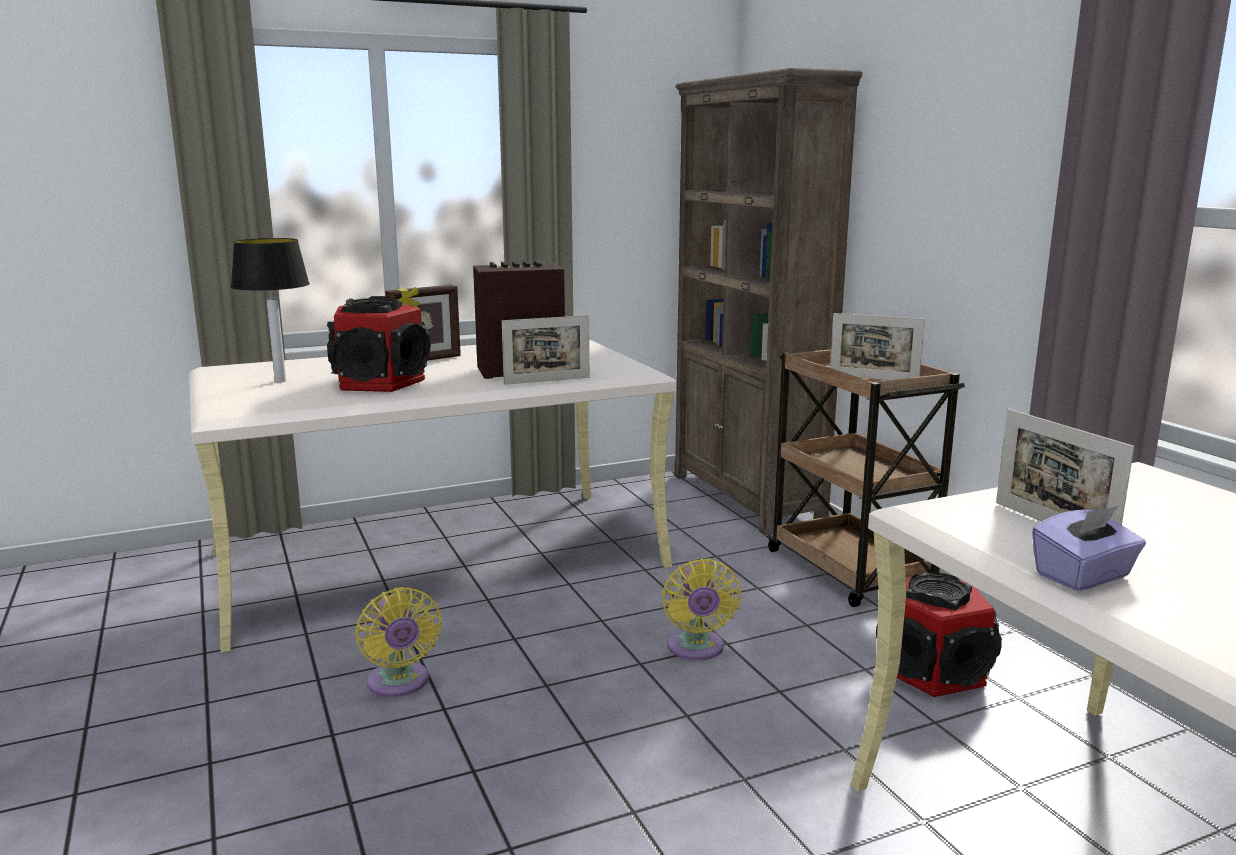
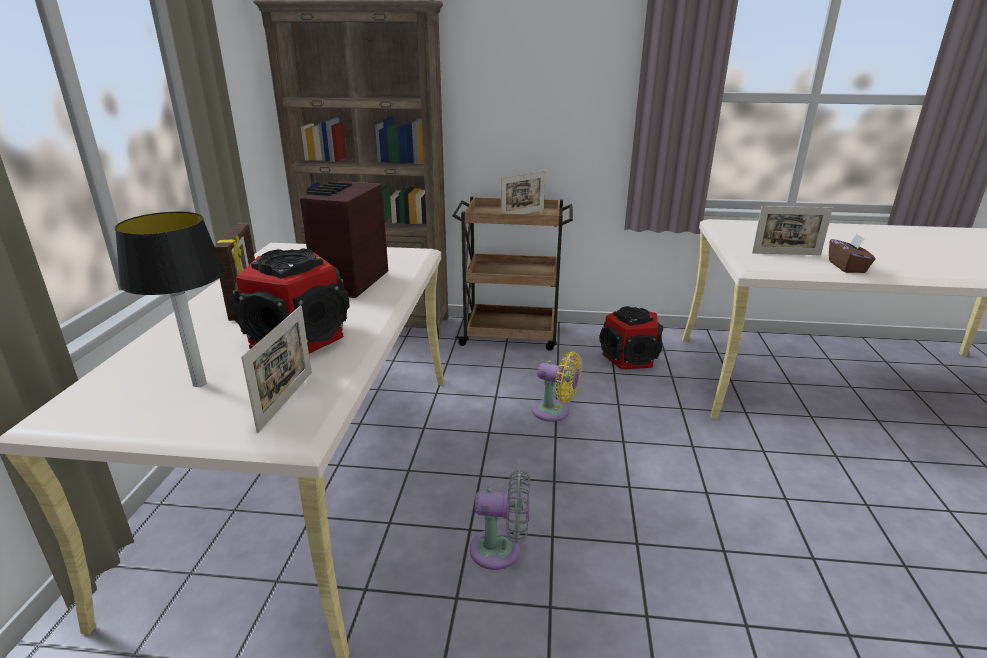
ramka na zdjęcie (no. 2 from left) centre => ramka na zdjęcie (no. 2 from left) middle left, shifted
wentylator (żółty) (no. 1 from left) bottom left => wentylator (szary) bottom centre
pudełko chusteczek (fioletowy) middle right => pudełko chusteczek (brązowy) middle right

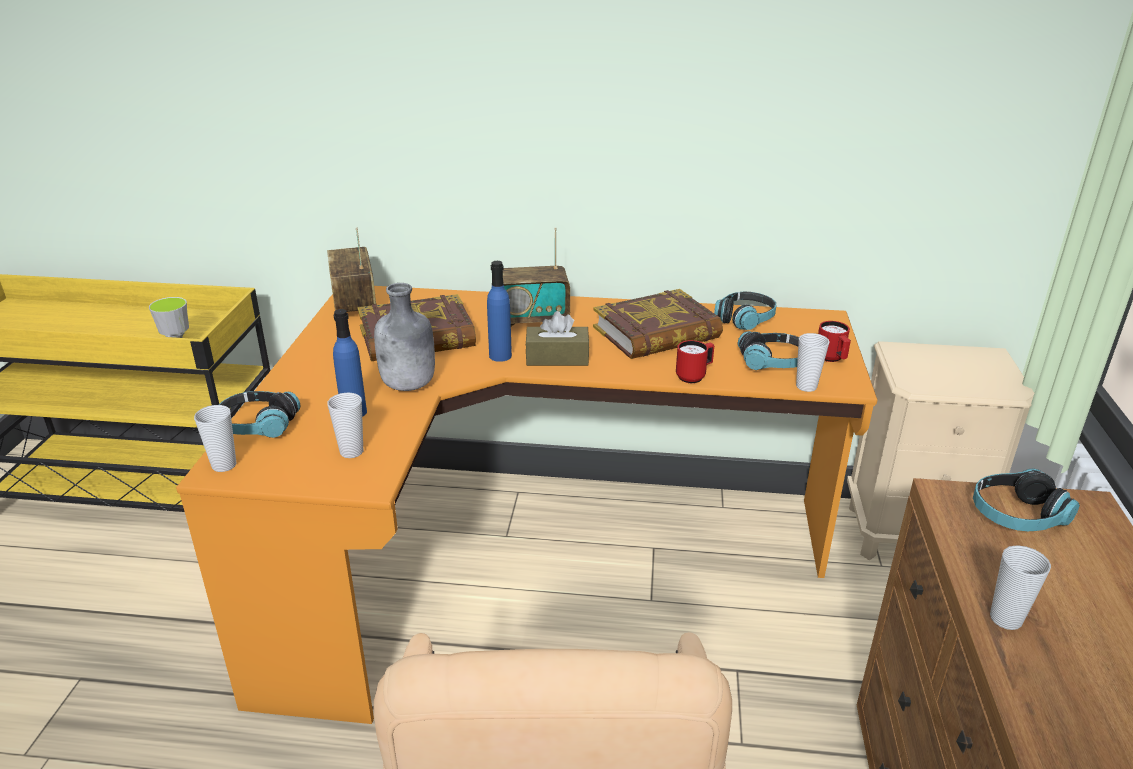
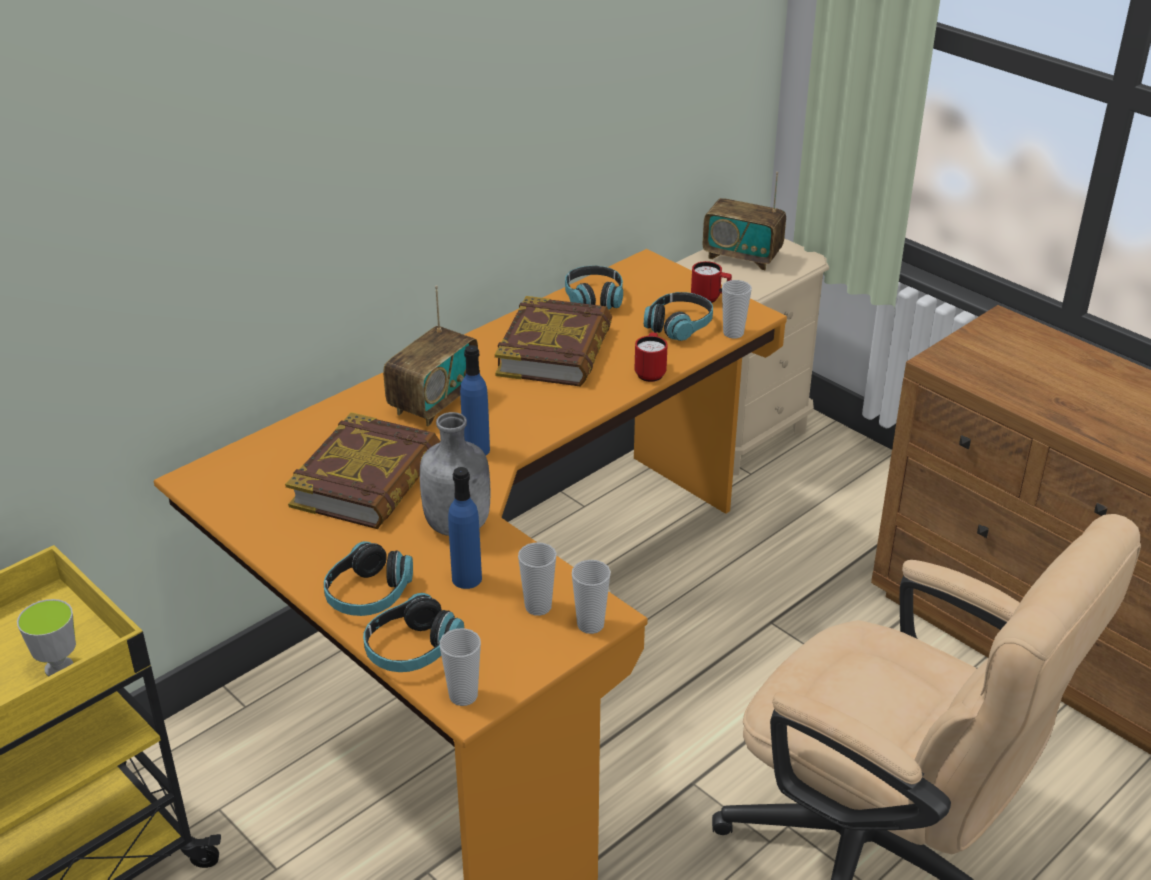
pudełko chusteczek (brązowy) centre => nothing
radio (no. 1 from left in the first image) middle left => radio (no. 2 from left) top centre, shifted
słuchawki (no. 4 from left in the first image) middle right => słuchawki (no. 1 from left) middle left, shifted
filiżanka (no. 5 from left in the first image) bottom right => filiżanka (no. 4 from left) bottom centre, shifted

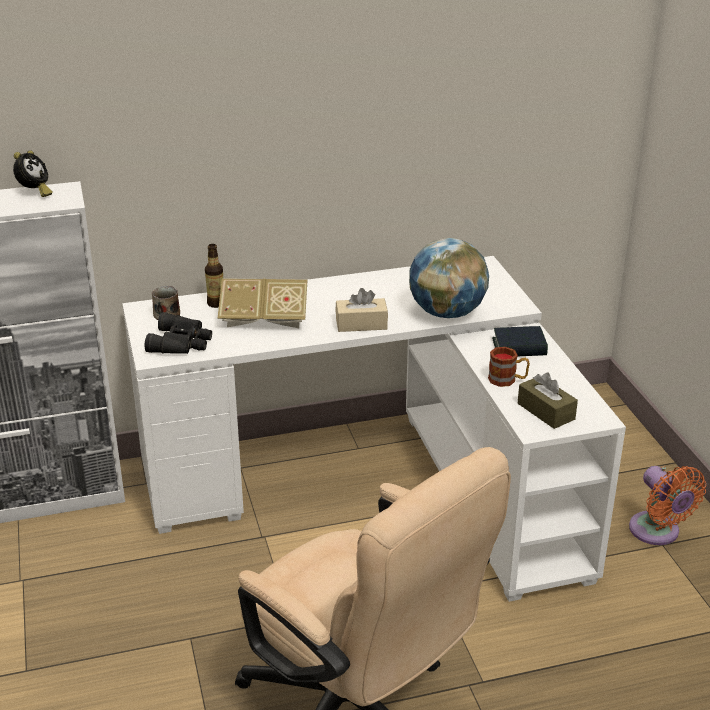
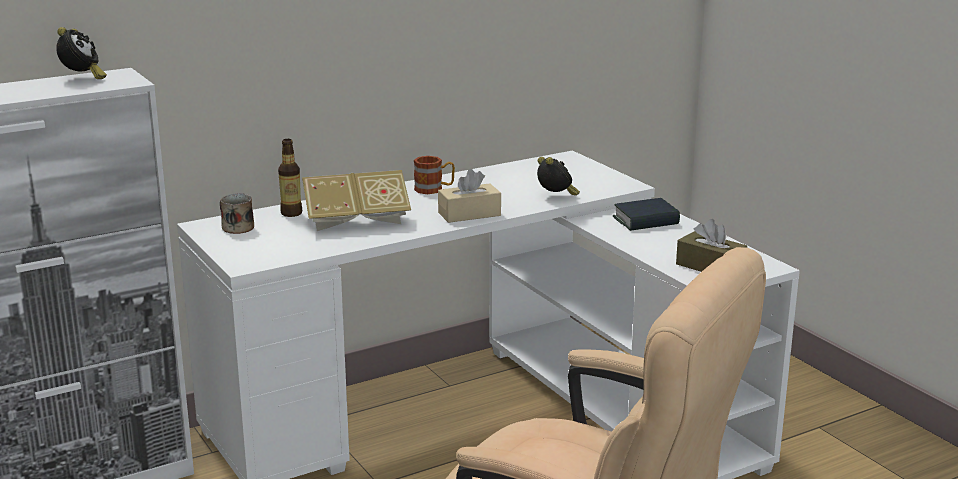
lornetka (czarny) middle left => nothing
wentylator (pomarańczowy) bottom right => nothing
kubek (no. 2 from left) middle right => kubek (no. 2 from left) centre, shifted
globus centre => budzik (no. 2 from left) centre

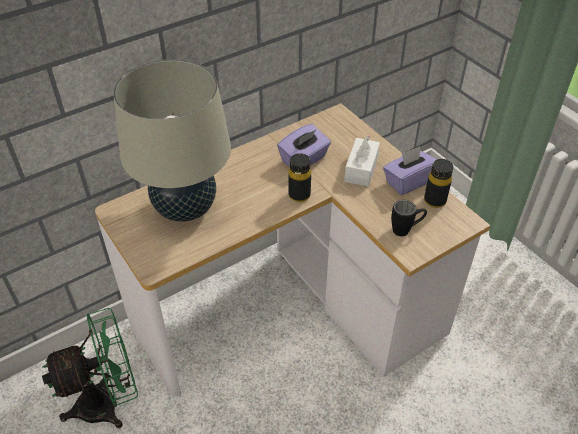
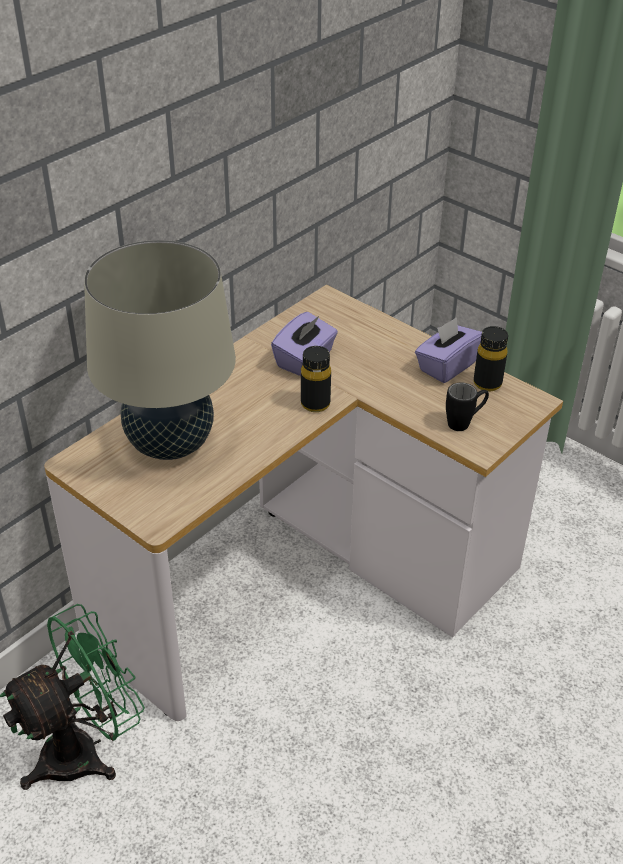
pudełko chusteczek (biały) centre => nothing

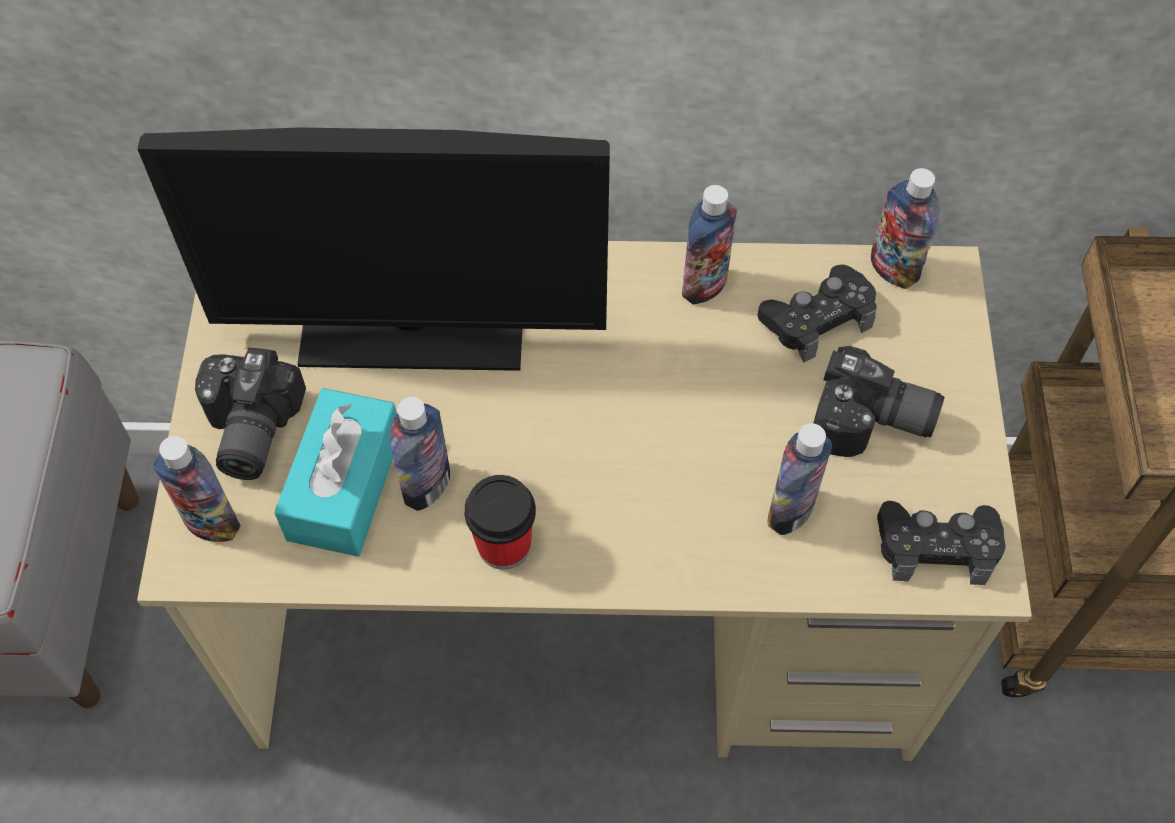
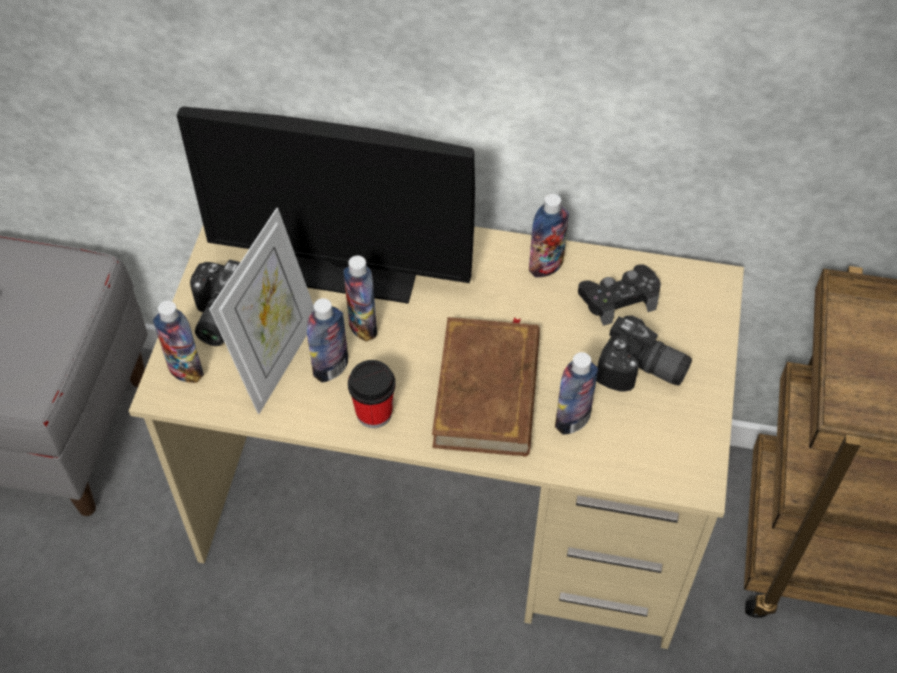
pad do gier (czarny) (no. 2 from left) middle right => nothing
nothing => książka (brązowy) centre
butelka (no. 5 from left in the first image) top right => butelka (no. 3 from left) centre, shifted
pudełko chusteczek (turkusowy) middle left => ramka na zdjęcie middle left

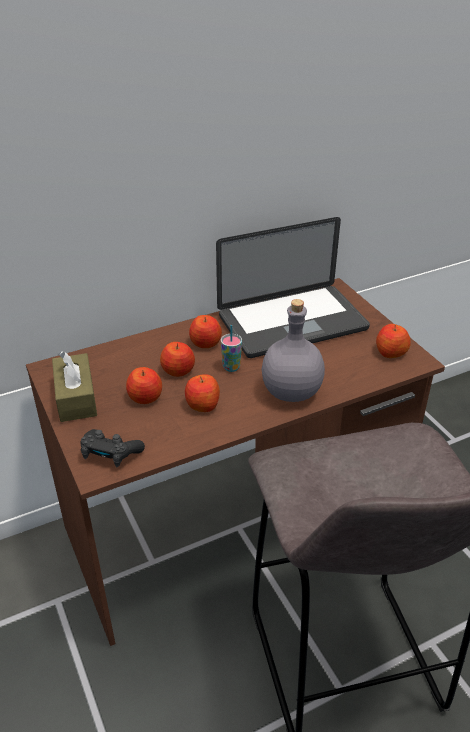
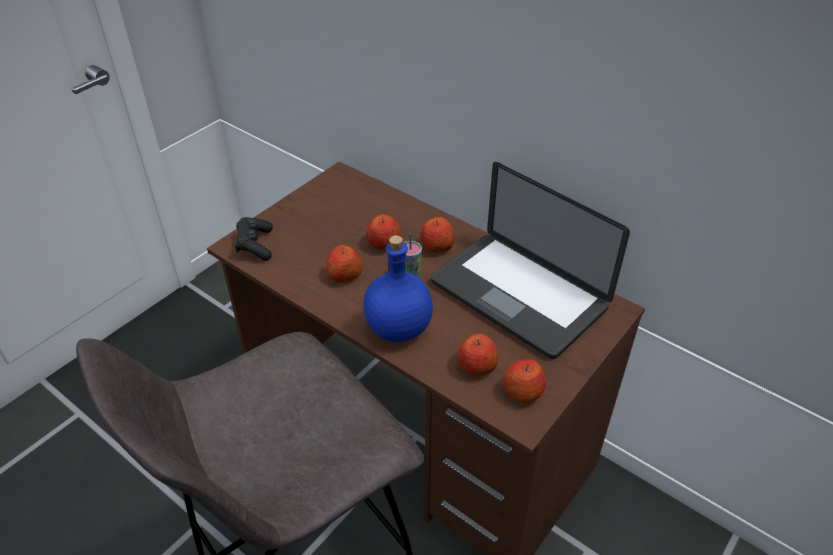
pudełko chusteczek (brązowy) middle left => nothing
jabłko (no. 1 from left in the first image) middle left => jabłko (no. 4 from left) centre, shifted
butelka (szary) centre => butelka (niebieski) centre

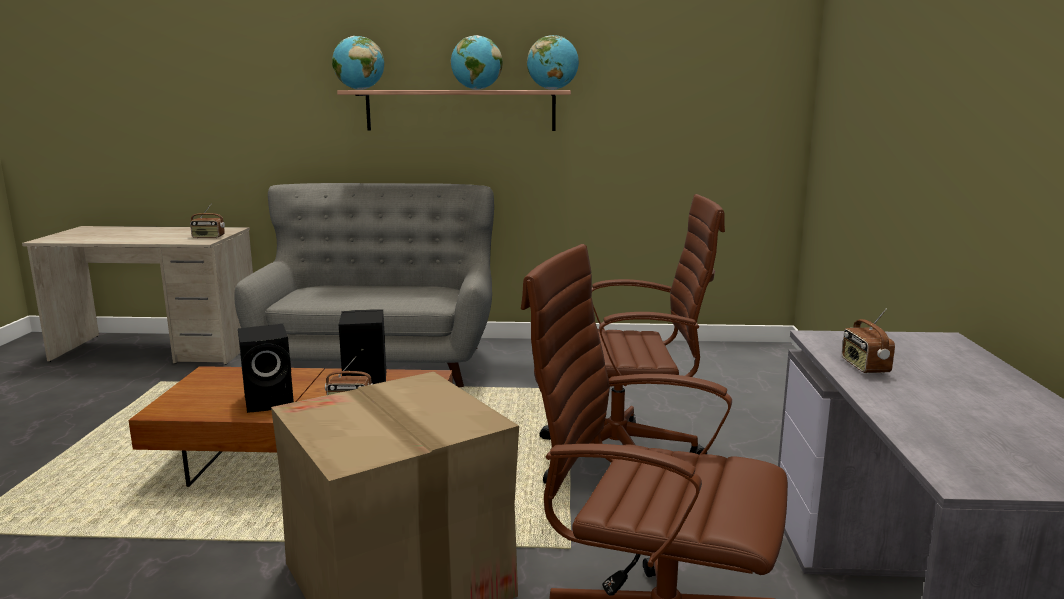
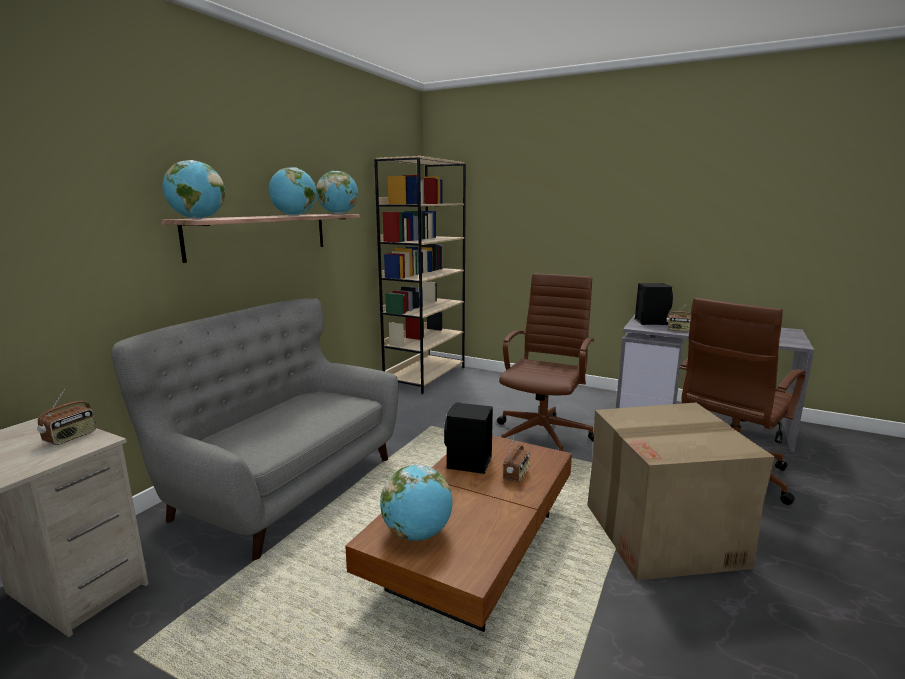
nothing => regał (beżowy) centre
nothing => globus (no. 4 from left) bottom centre
głośnik (czarny) (no. 1 from left in the first image) middle left => głośnik (czarny) (no. 2 from left) middle right, shifted

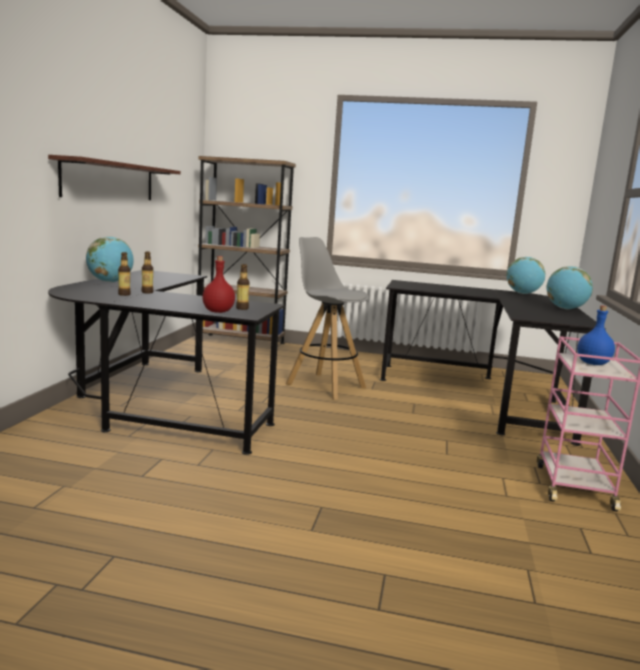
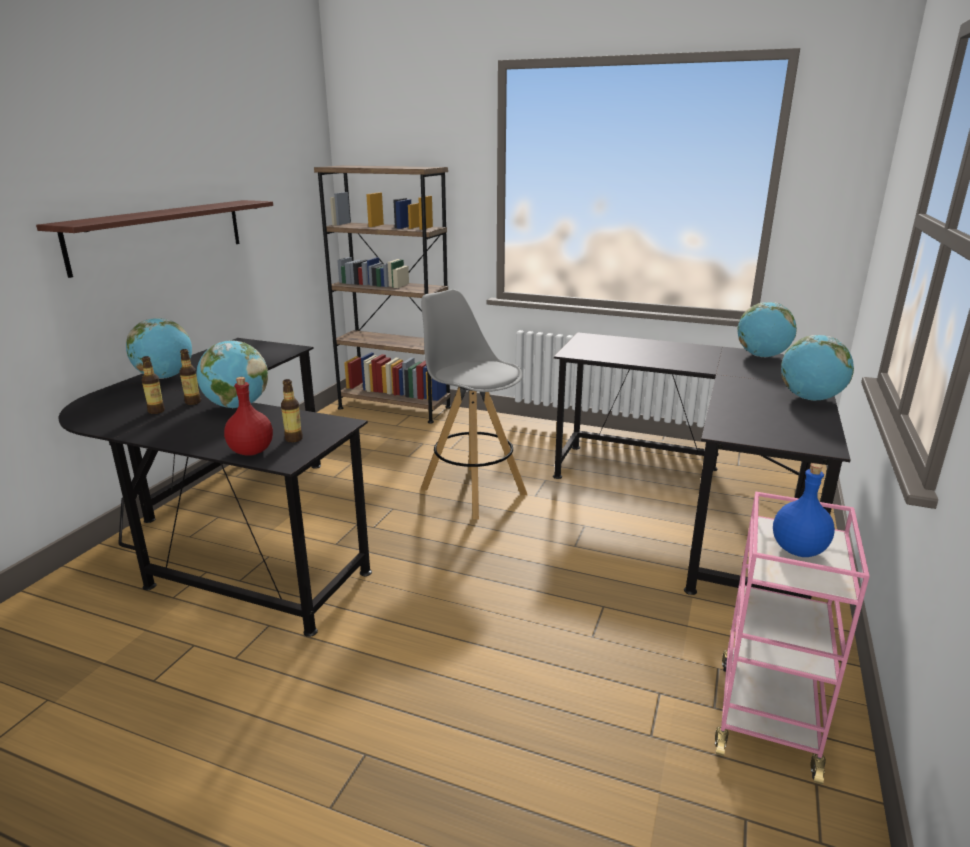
nothing => globus (no. 2 from left) middle left

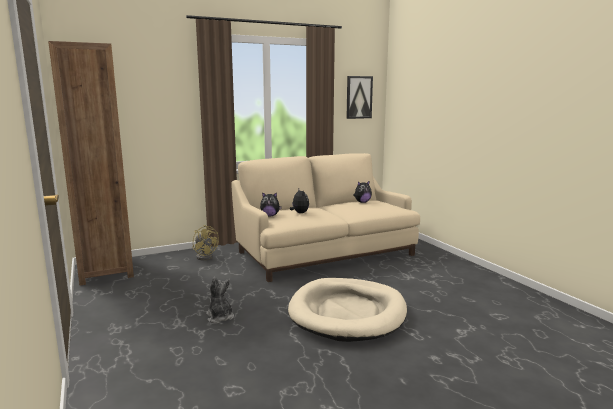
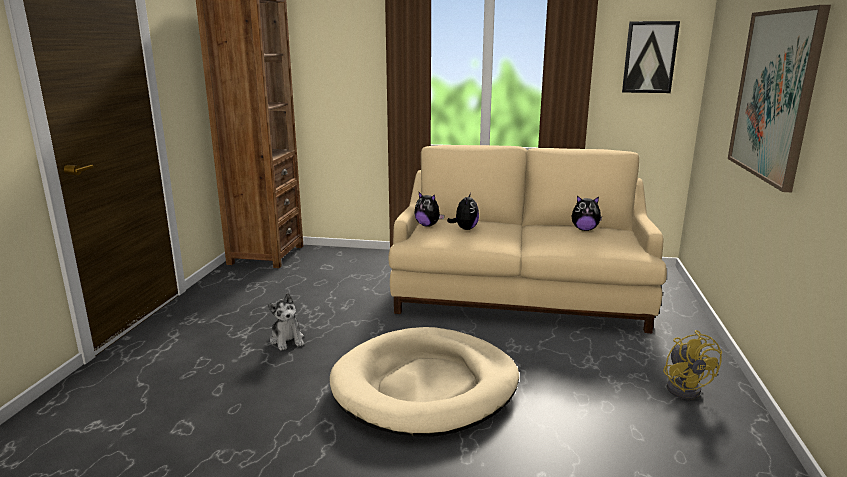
nothing => obraz (no. 2 from left) top right
wentylator (żółty) centre => wentylator (żółty) bottom right, shifted
pluszak (no. 1 from left) bottom centre, 150 degrees clockwise

